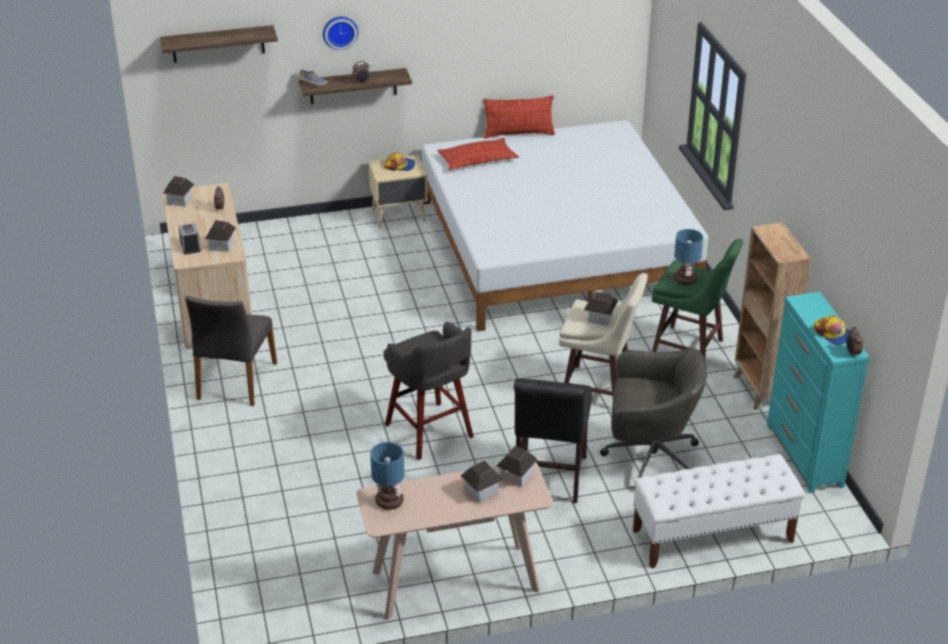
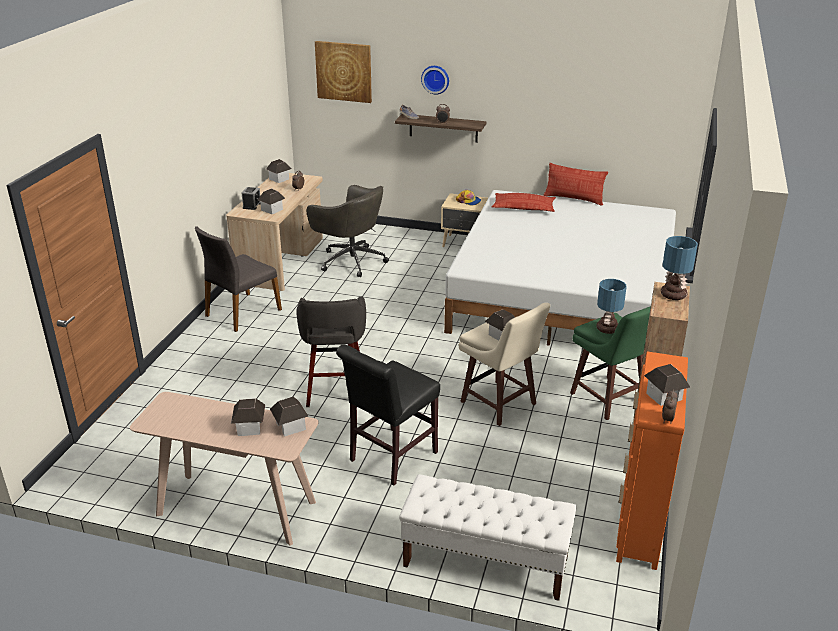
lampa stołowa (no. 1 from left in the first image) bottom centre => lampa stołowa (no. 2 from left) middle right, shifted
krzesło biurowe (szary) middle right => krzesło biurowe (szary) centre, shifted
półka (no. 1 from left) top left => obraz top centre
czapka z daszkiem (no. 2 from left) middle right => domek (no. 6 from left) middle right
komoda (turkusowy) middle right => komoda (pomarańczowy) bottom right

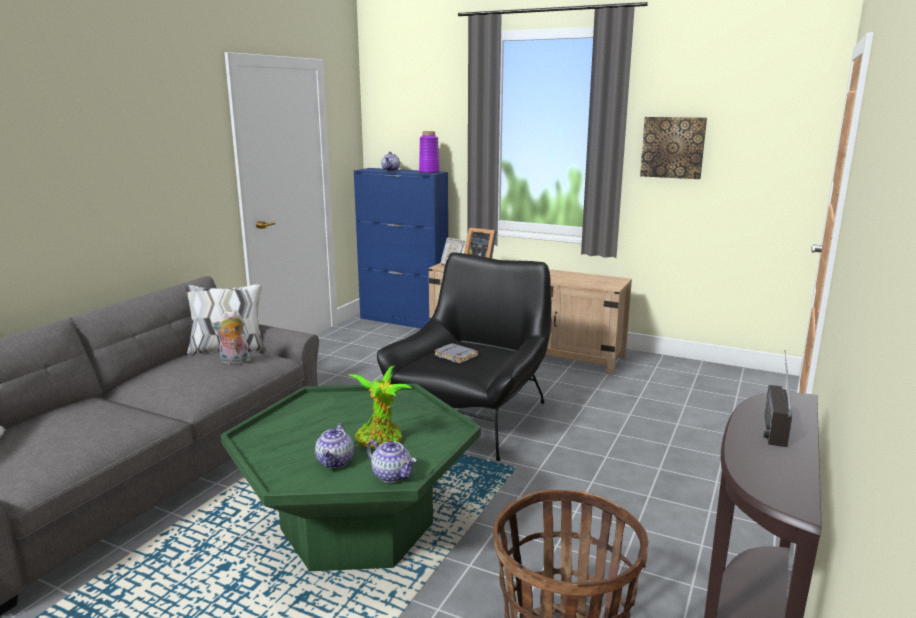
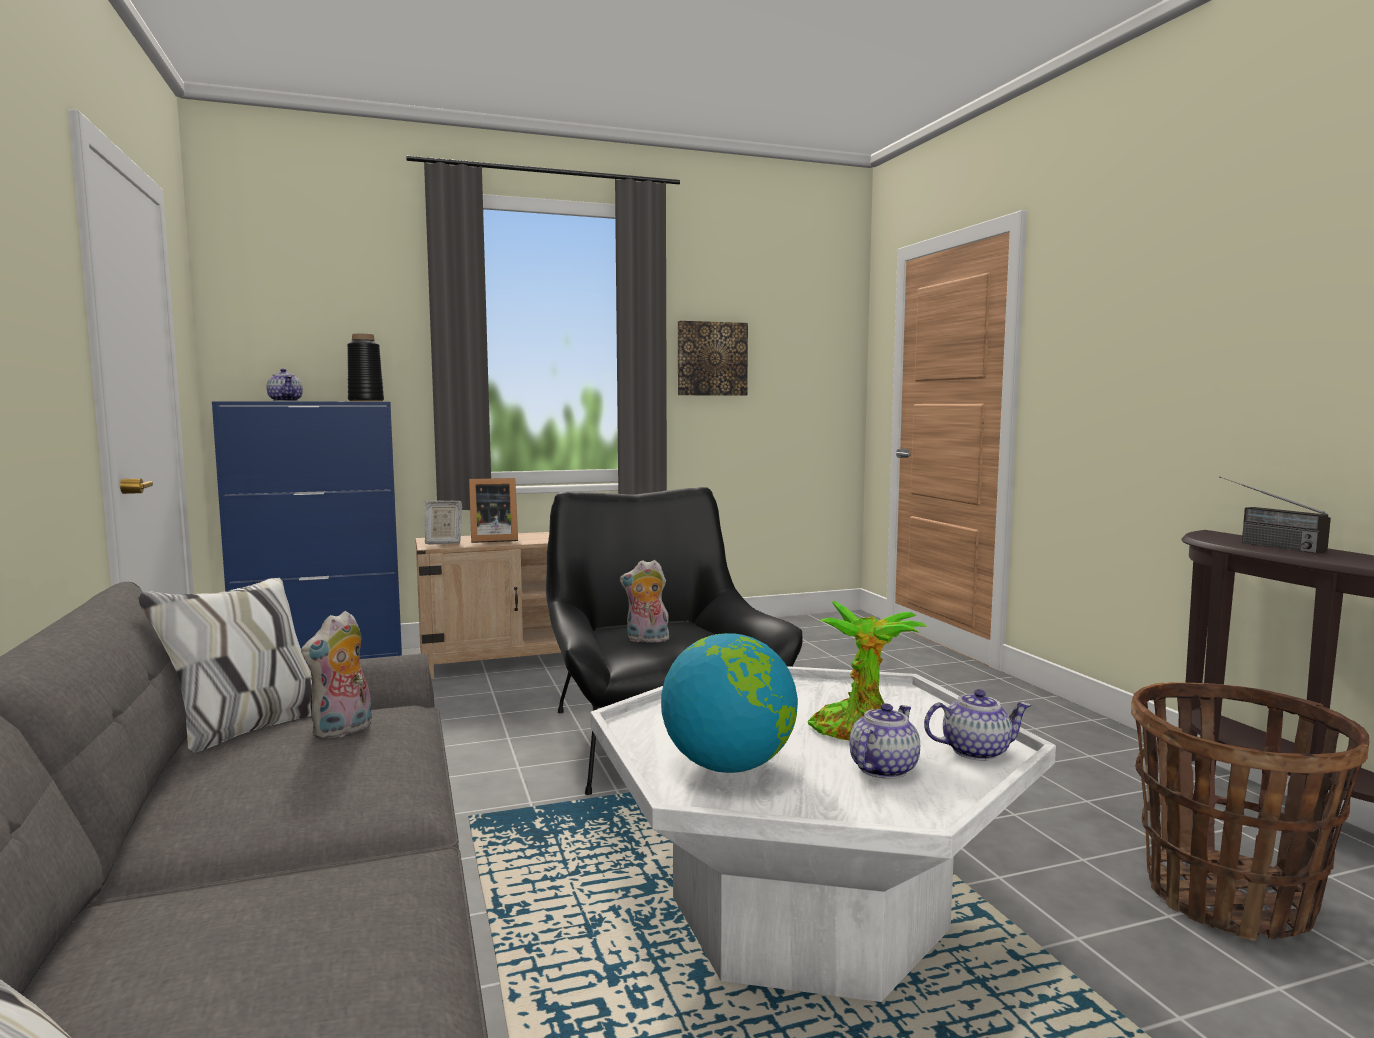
nothing => globus bottom centre
książka (szary) centre => pluszak (no. 2 from left) centre
ława (zielony) bottom centre => ława (biały) bottom centre
wazon (fioletowy) top centre => wazon (czarny) middle left
imbryk (no. 1 from left in the first image) bottom centre => imbryk (no. 2 from left) bottom centre, 105 degrees counterclockwise

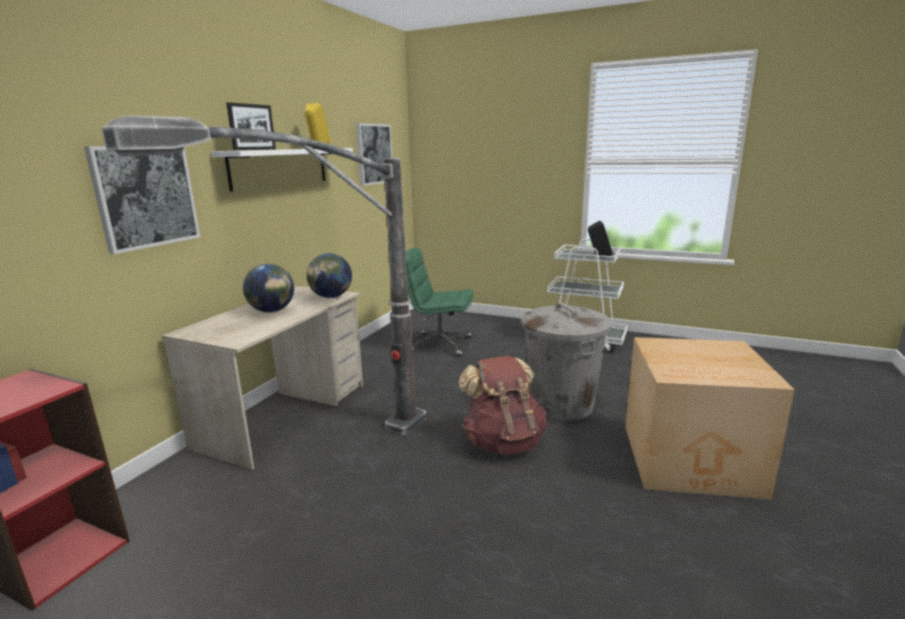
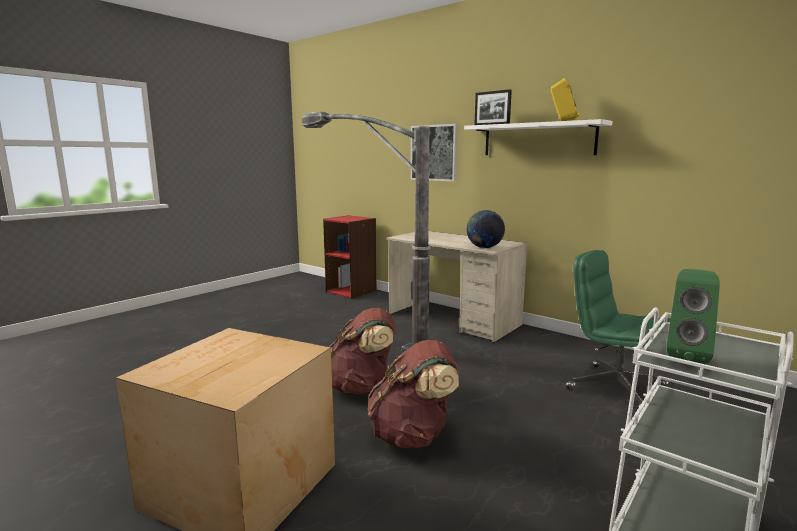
globus (no. 1 from left) middle left => nothing
obraz (no. 2 from left) top centre => nothing
kosz na śmieci (szary) centre => plecak (brązowy) (no. 2 from left) bottom centre
głośnik (czarny) centre => głośnik (zielony) middle right
krzesło biurowe (zielony) centre => krzesło biurowe (zielony) middle right, 75 degrees counterclockwise

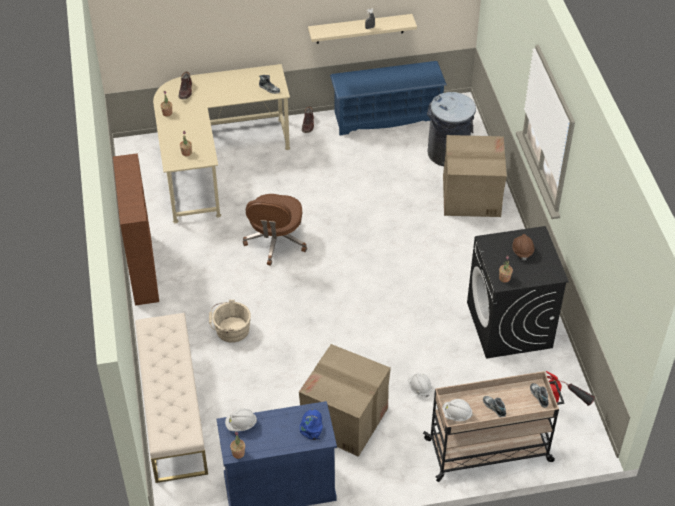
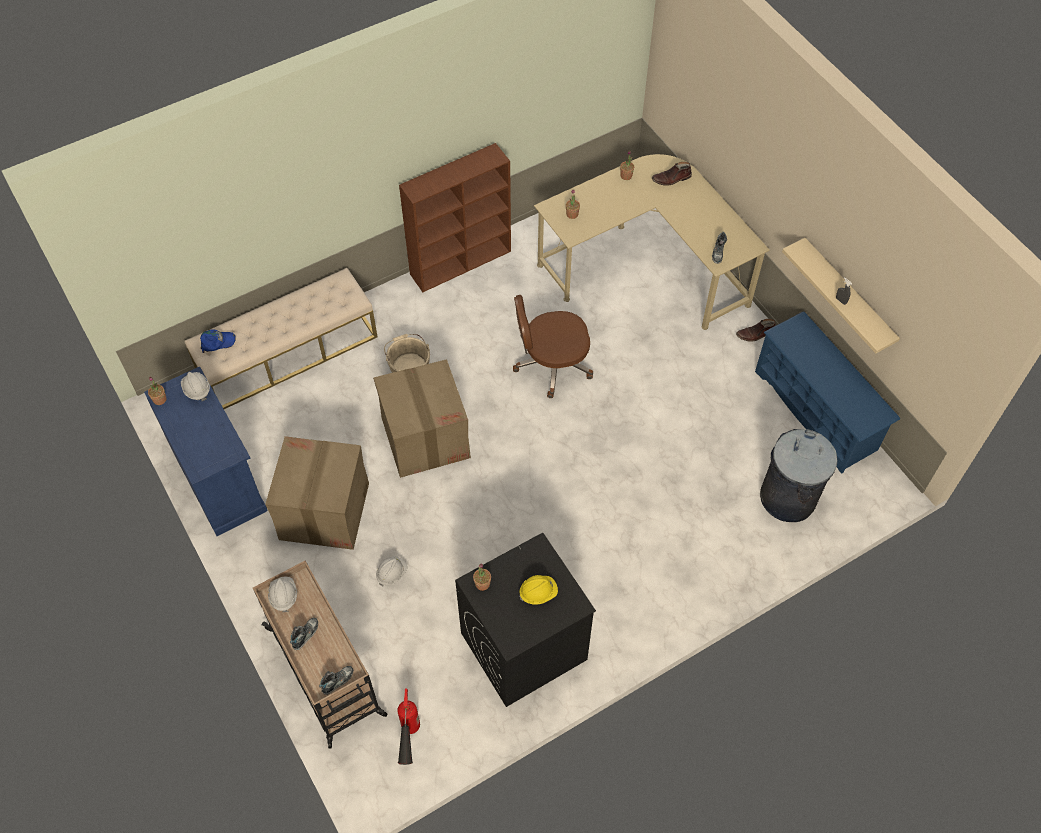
czapka z daszkiem (niebieski) bottom centre => czapka z daszkiem (niebieski) middle left, shifted
karton (no. 2 from left) middle right => karton (no. 2 from left) centre, shifted
kask (brązowy) middle right => kask (żółty) bottom centre

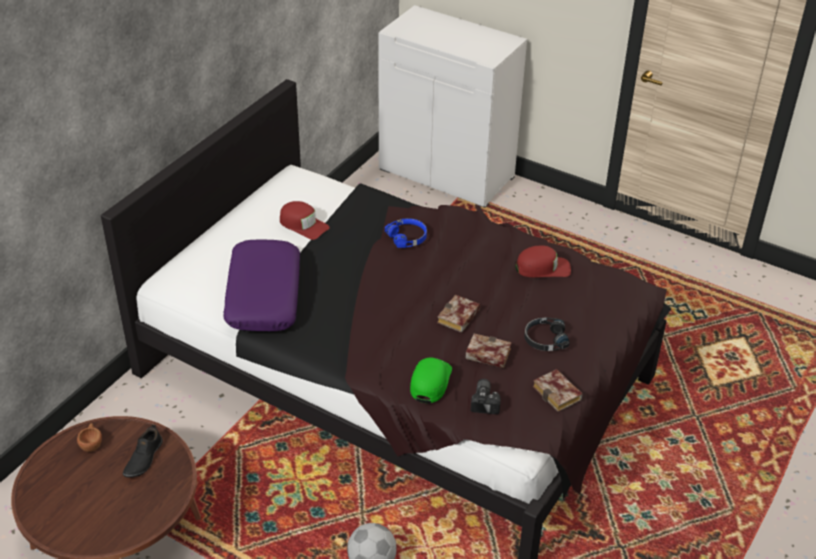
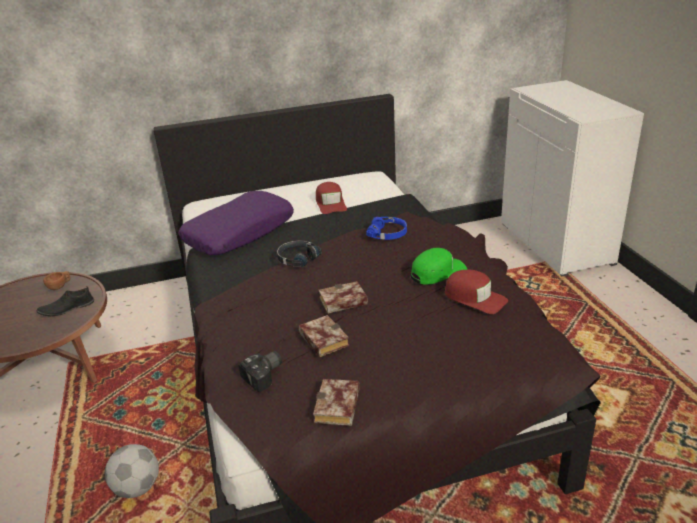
czapka z daszkiem (zielony) bottom centre => czapka z daszkiem (zielony) centre, shifted
słuchawki (czarny) middle right => słuchawki (czarny) centre, shifted

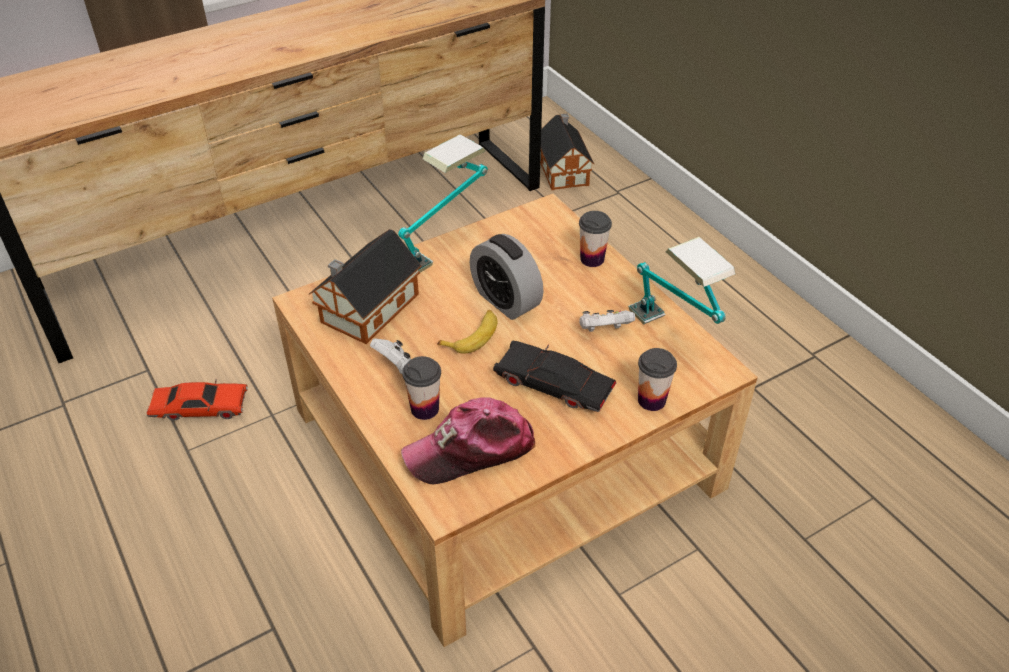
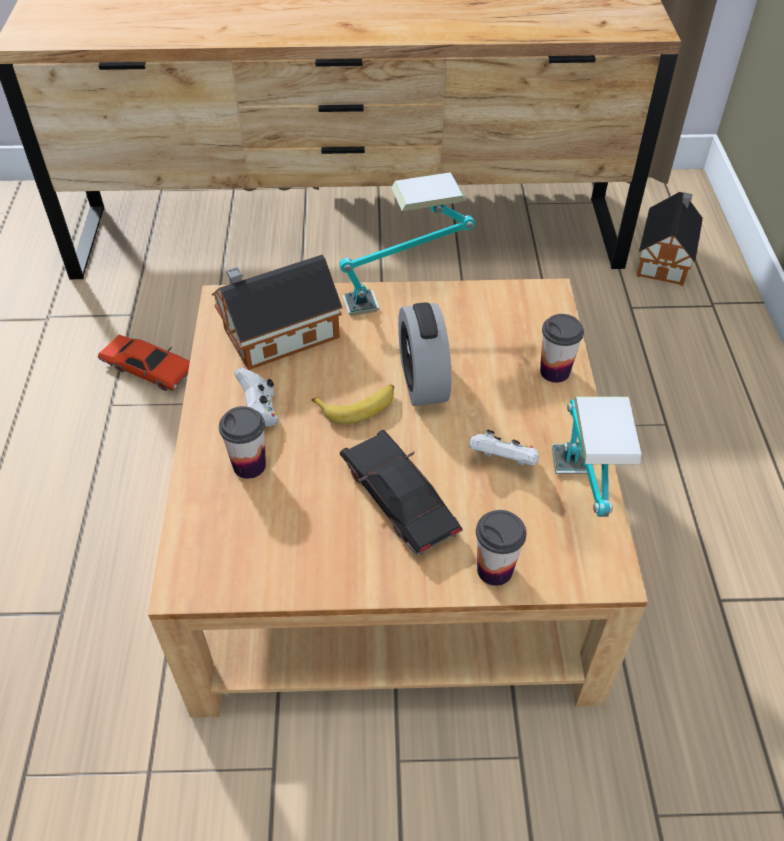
czapka z daszkiem centre => nothing

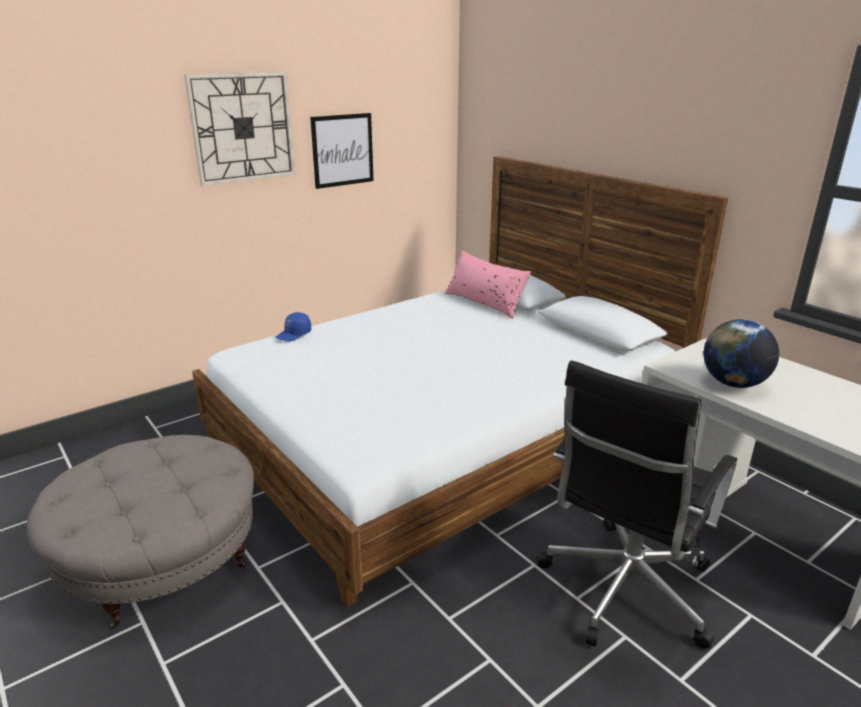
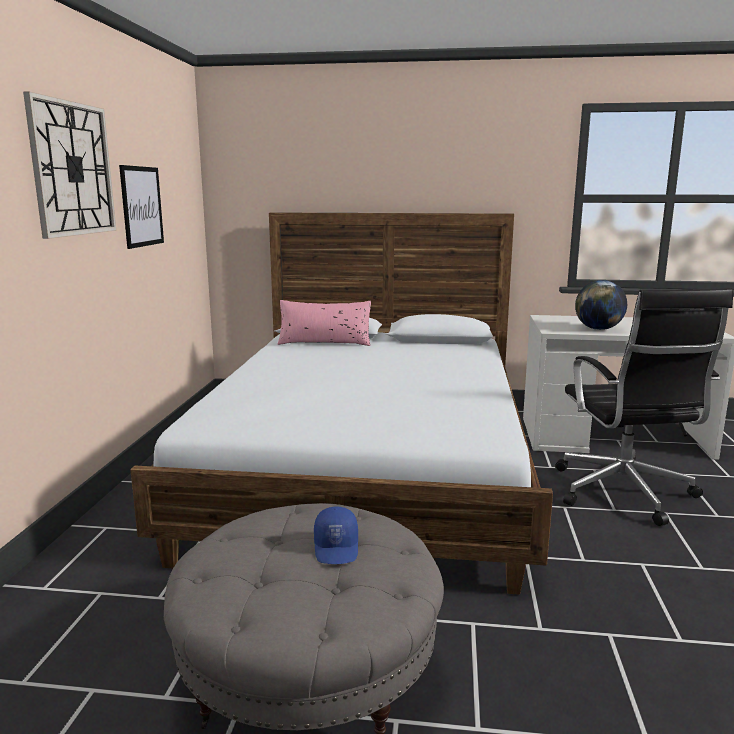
czapka z daszkiem (niebieski) centre => czapka z daszkiem (niebieski) bottom centre, shifted

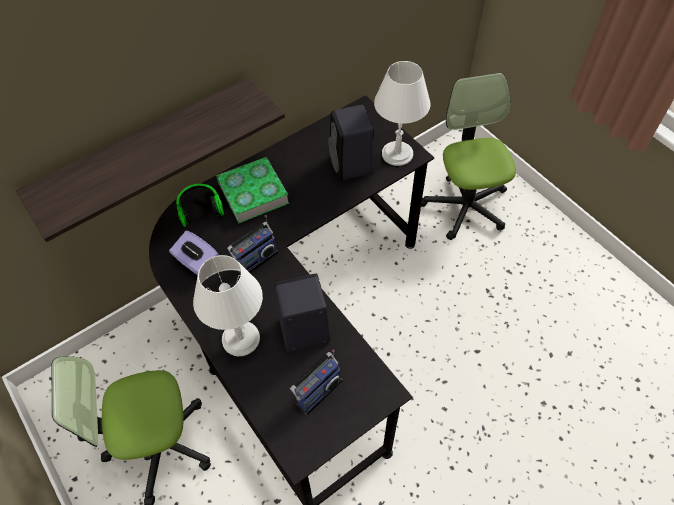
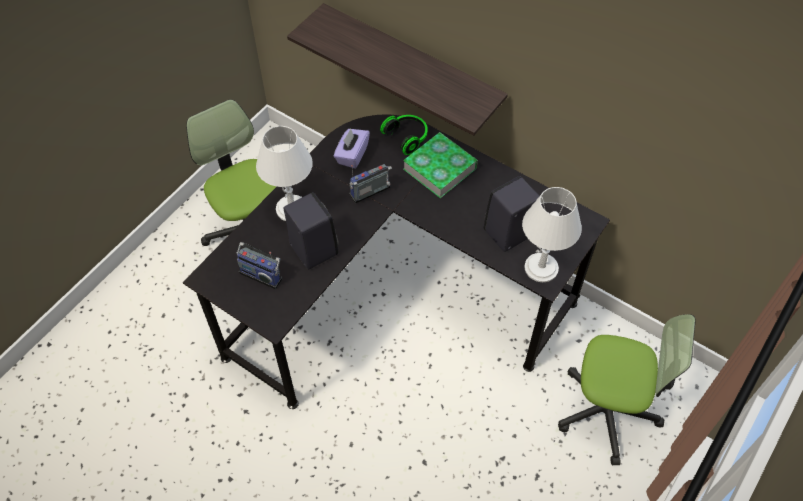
radio (no. 1 from left in the first image) centre => radio (no. 2 from left) centre, 120 degrees clockwise
krzesło biurowe (no. 2 from left) top right => krzesło biurowe (no. 2 from left) bottom right, 45 degrees clockwise

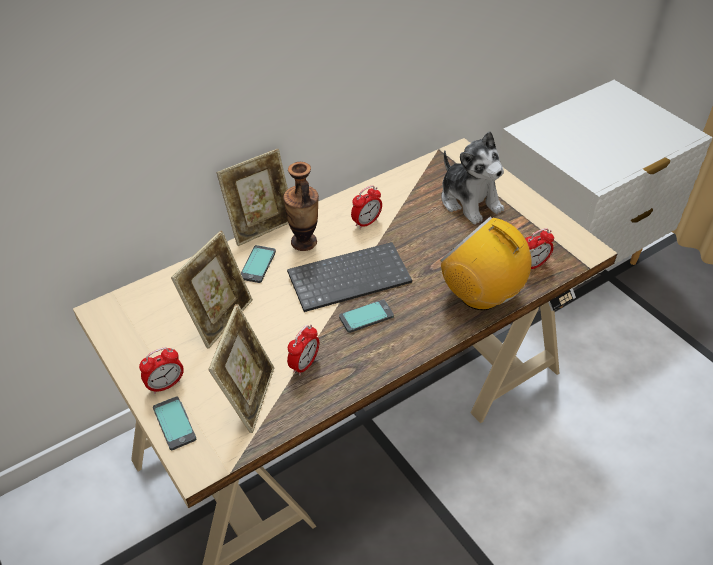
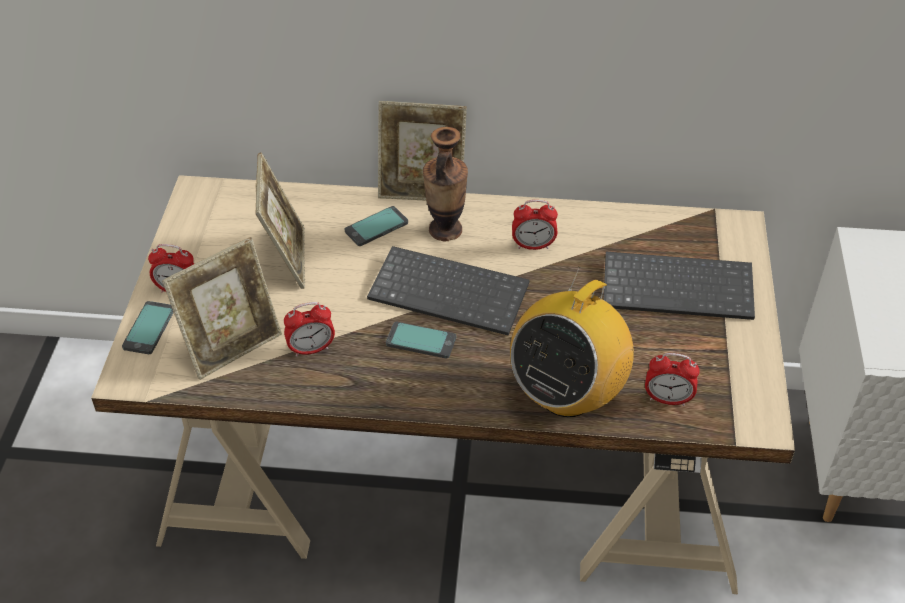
pluszak top centre => klawiatura (no. 2 from left) middle right
ramka na zdjęcie (no. 1 from left in the first image) middle left => ramka na zdjęcie (no. 2 from left) middle left, 75 degrees counterclockwise
radio middle right => radio centre, 135 degrees counterclockwise

